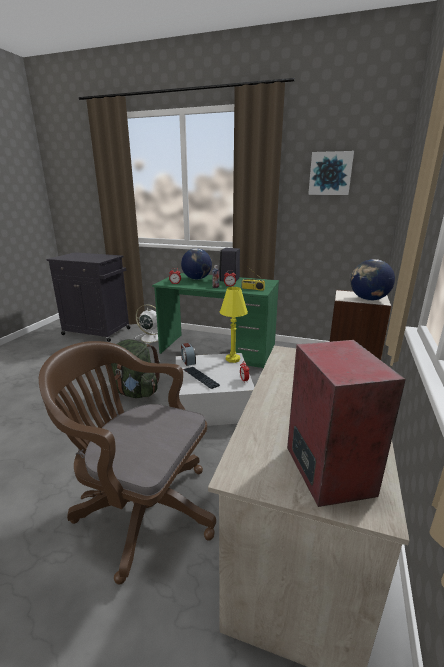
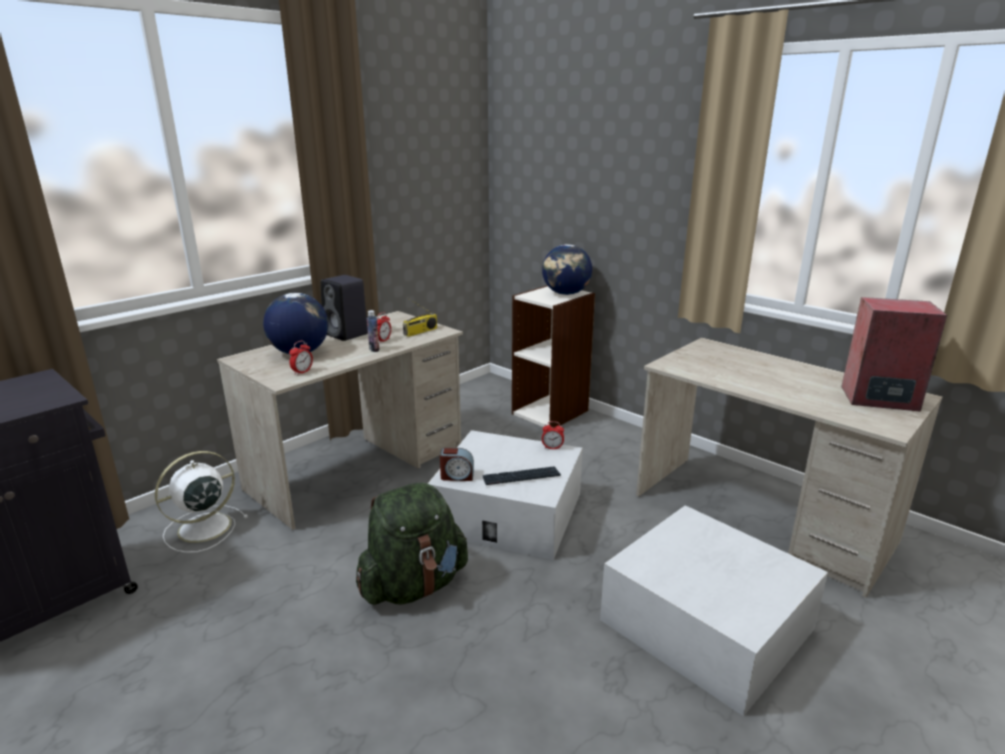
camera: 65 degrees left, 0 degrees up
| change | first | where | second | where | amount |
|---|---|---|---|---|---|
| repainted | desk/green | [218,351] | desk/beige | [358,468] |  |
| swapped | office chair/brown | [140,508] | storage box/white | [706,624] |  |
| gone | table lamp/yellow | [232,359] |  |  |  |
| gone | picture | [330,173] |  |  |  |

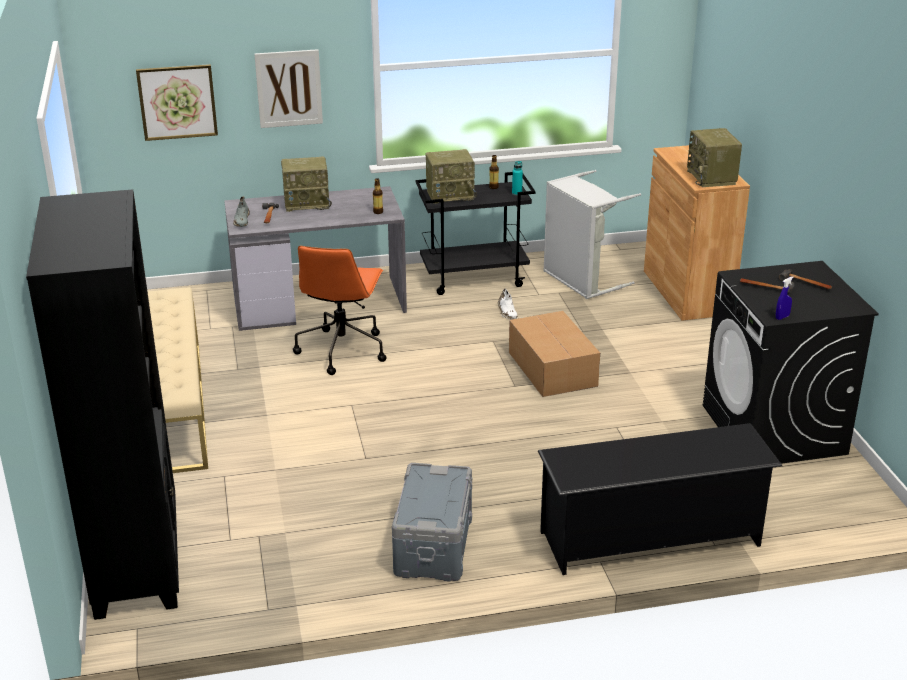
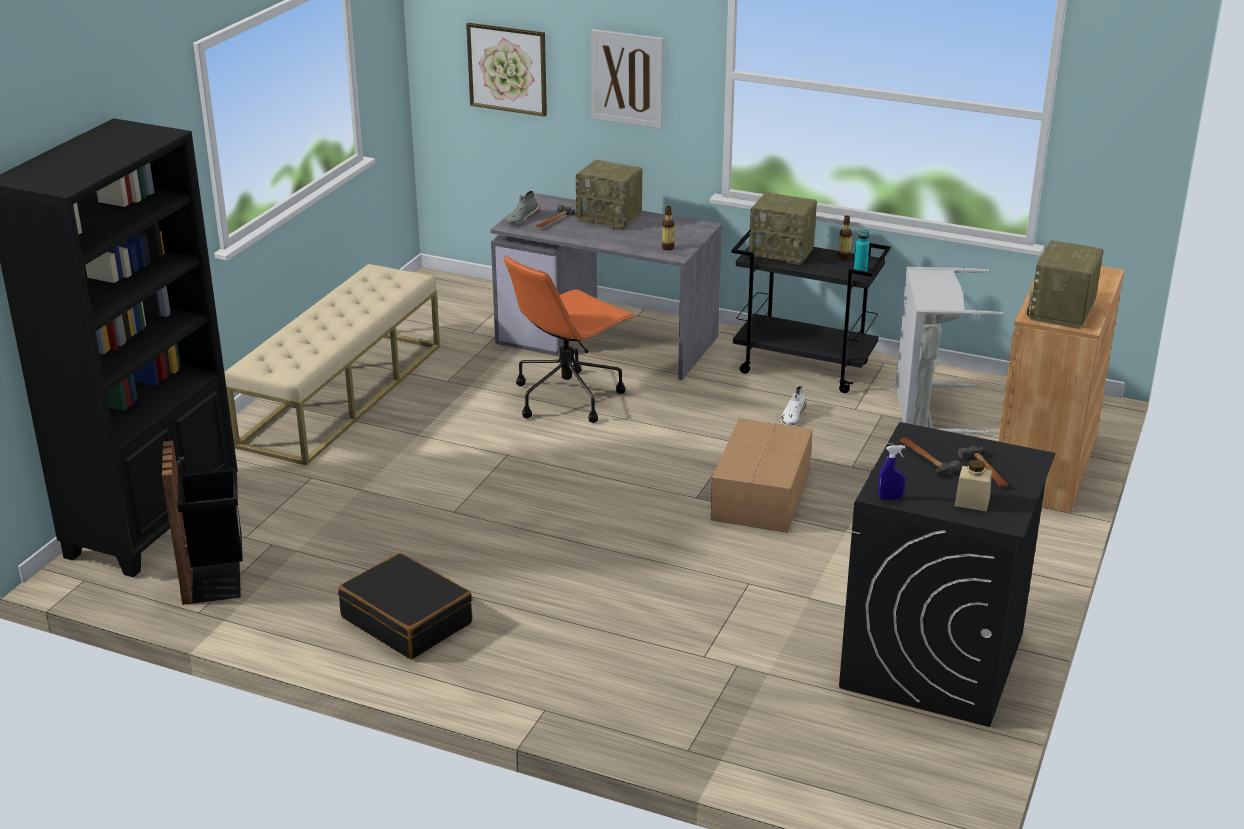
camera: 35 degrees right, 0 degrees up
| change | first | where | second | where | amount |
|---|---|---|---|---|---|
| new |  |  | trash can/black | [215,581] |  |
| swapped | storage box/grey | [432,545] | suitcase/black | [407,620] |  |
| new |  |  | jar/beige | [972,502] |  |
| gone | shoe rack/black | [651,539] |  |  |  |

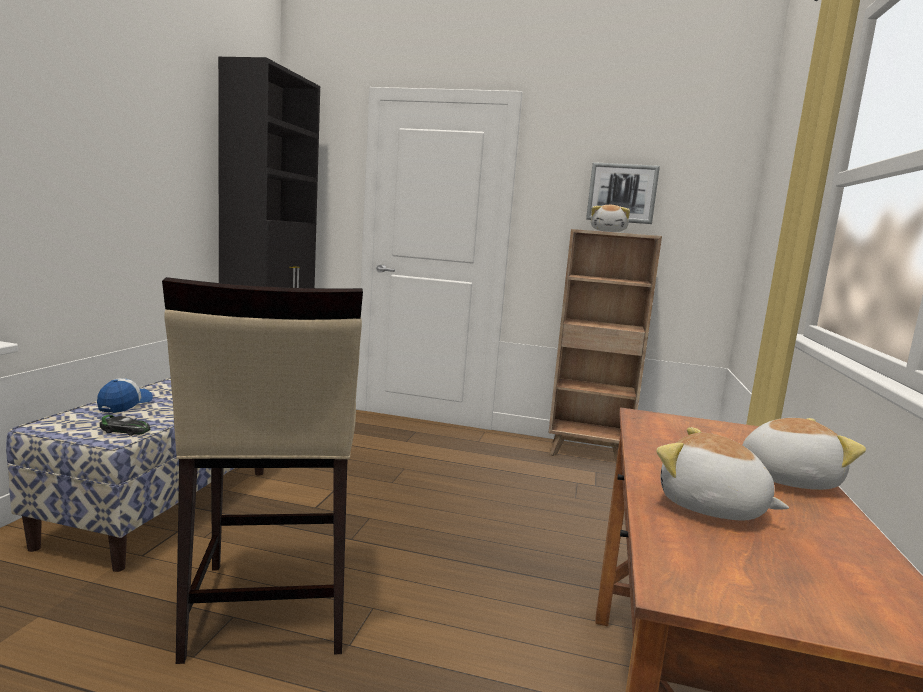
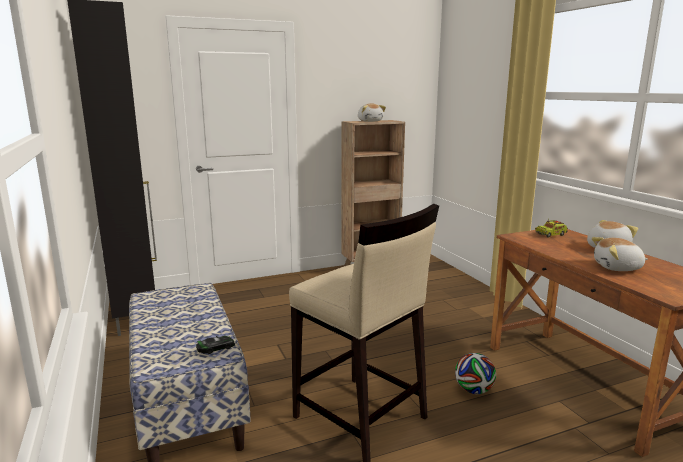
camera: 35 degrees left, 5 degrees up
| change | first | where | second | where | amount |
|---|---|---|---|---|---|
| new |  |  | football | [473,390] |  |
| new |  |  | toy truck | [550,234] |  |
| gone | cap | [125,404] |  |  |  |
| gone | picture | [622,193] |  |  |  |

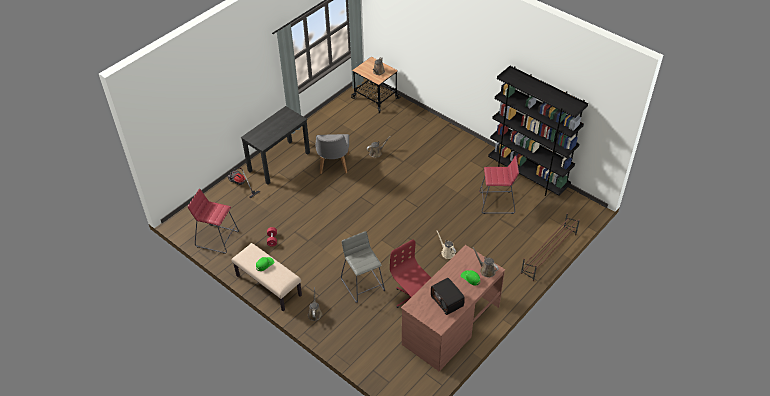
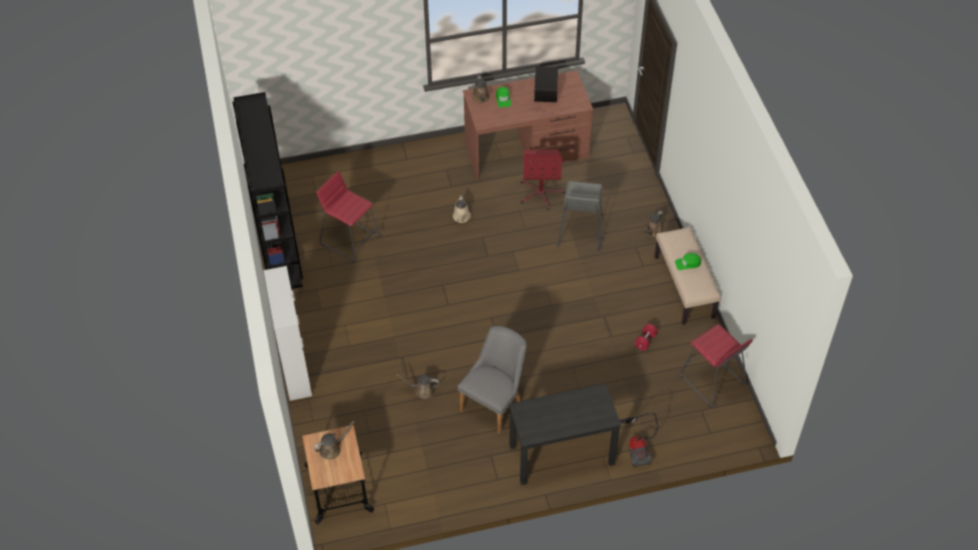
camera: 145 degrees left, 5 degrees up
| change | first | where | second | where | amount |
|---|---|---|---|---|---|
| new |  |  | cabinet | [295,369] |  |
| gone | shoe rack/brown | [548,253] |  |  |  |

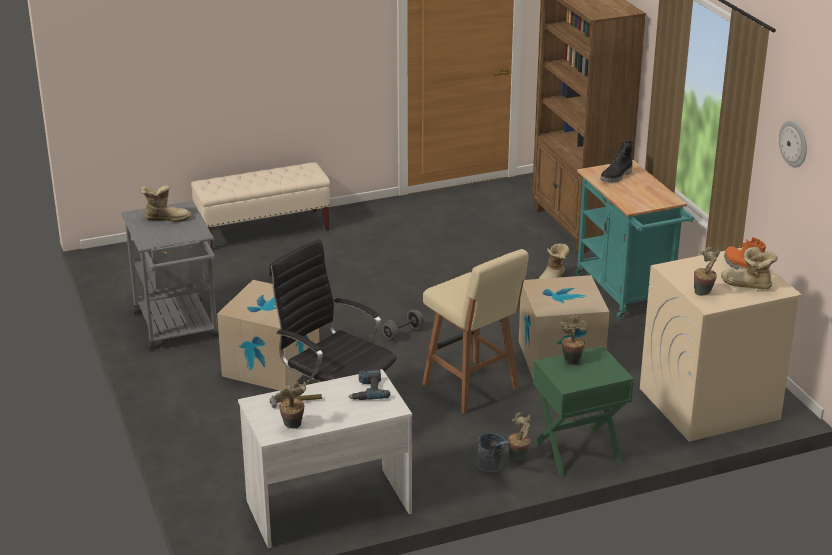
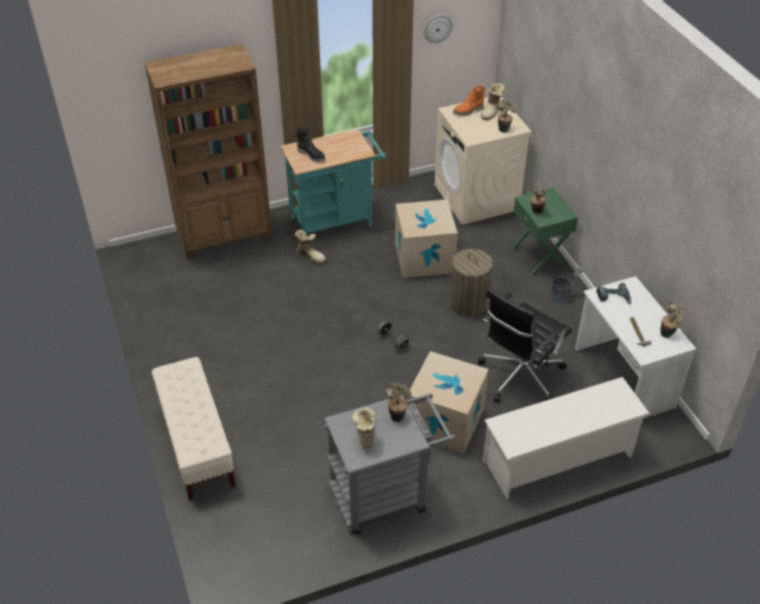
camera: 90 degrees left, 15 degrees up
| change | first | where | second | where | amount |
|---|---|---|---|---|---|
| shifted | potted plant | [519,457] |  | [397,415] |  |
| swapped | stool/beige | [472,388] | laundry basket | [468,303] |  |
| new |  |  | shoe rack/white | [558,459] |  |

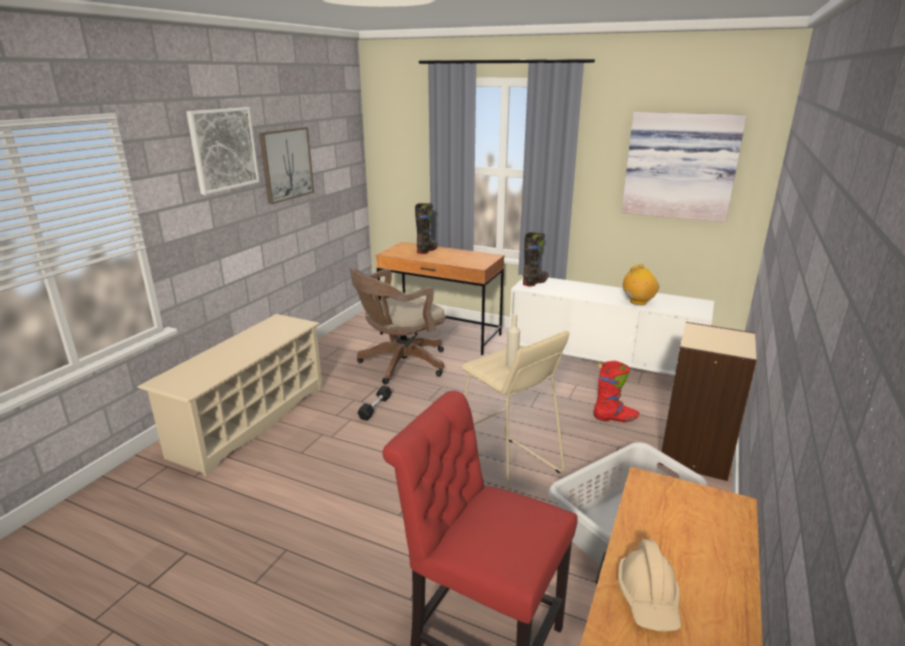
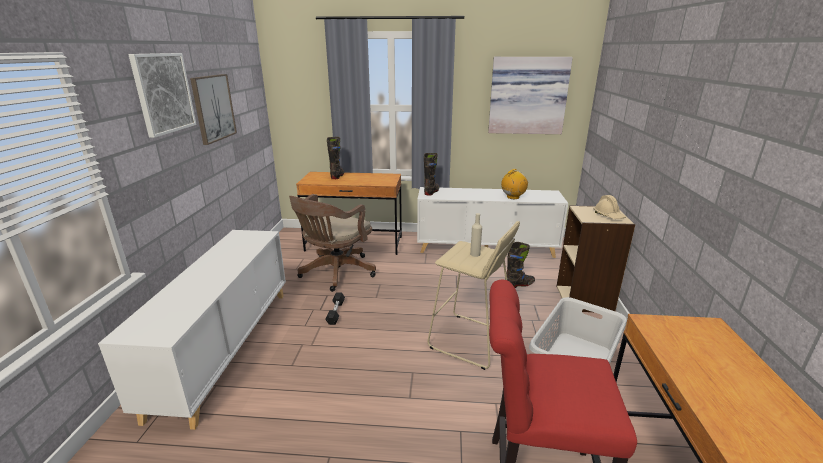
camera: 20 degrees left, 0 degrees up
| change | first | where | second | where | amount |
|---|---|---|---|---|---|
| swapped | shoe rack/beige | [250,420] | cabinet/white | [225,347] |  |
| repainted | boot/red | [615,418] | boot/black | [519,284] |  |
| shifted | hard hat/beige | [648,598] |  | [608,215] |  |

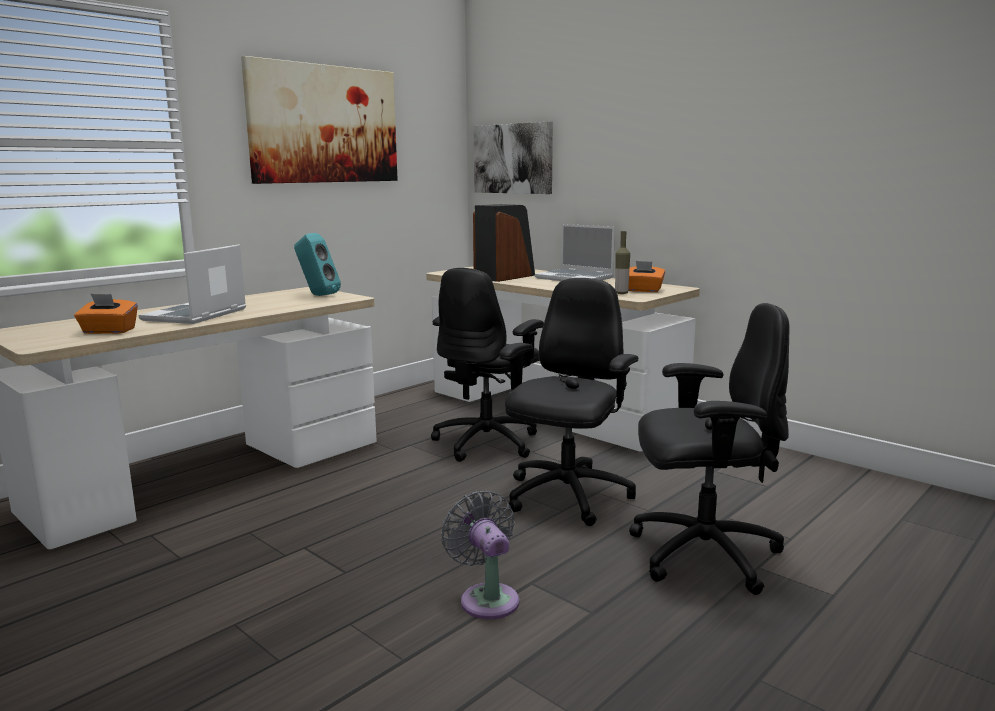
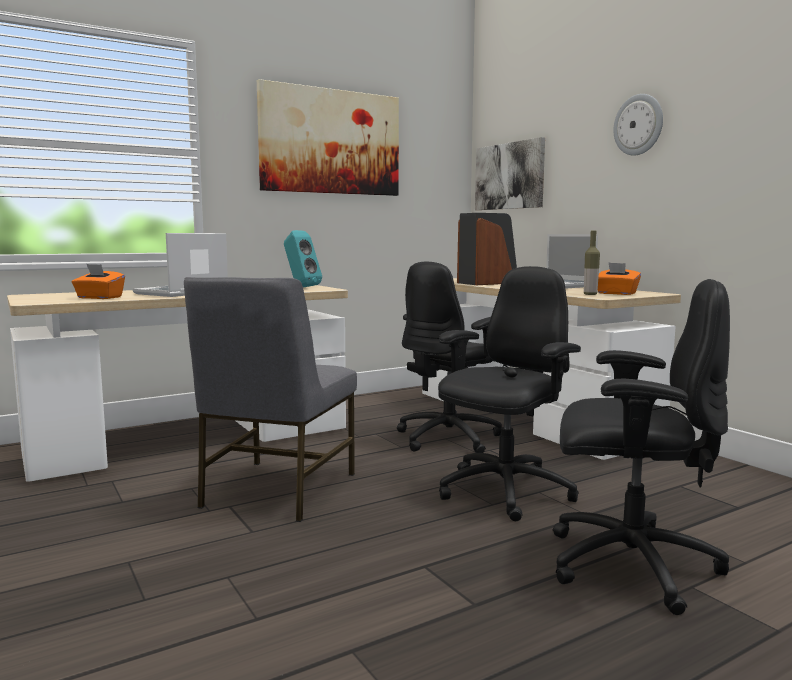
camera: 15 degrees right, 5 degrees down
| change | first | where | second | where | amount |
|---|---|---|---|---|---|
| new |  |  | chair/grey | [276,490] |  |
| new |  |  | wall clock | [638,125] |  |
| gone | fan/grey | [487,598] |  |  |  |

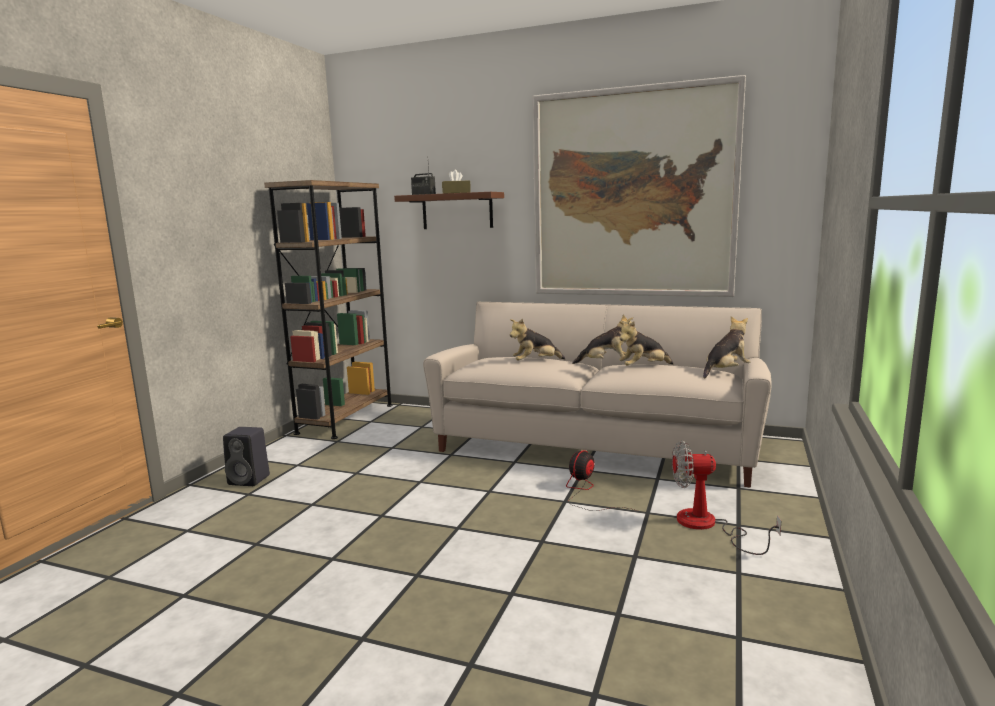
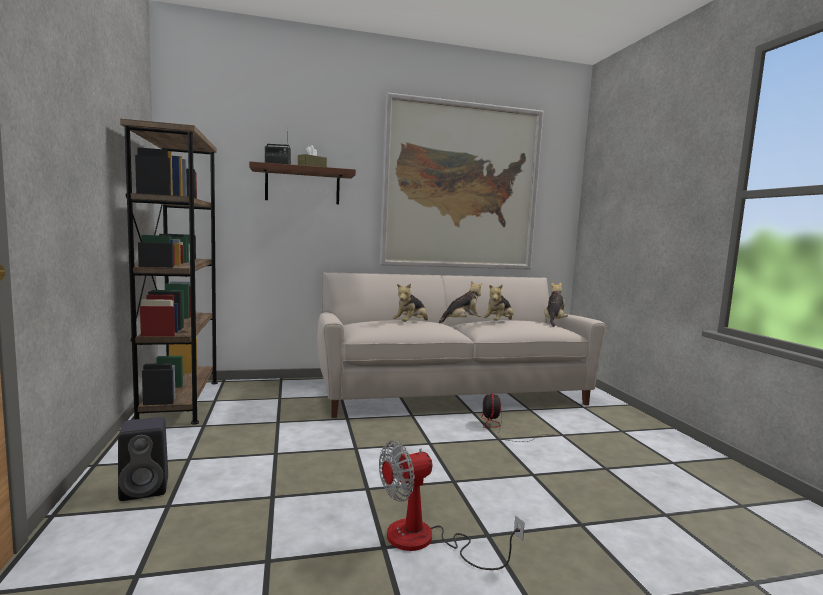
camera: 35 degrees left, 5 degrees down
| change | first | where | second | where | amount |
|---|---|---|---|---|---|
| shifted | fan | [707,526] |  | [426,541] |  |

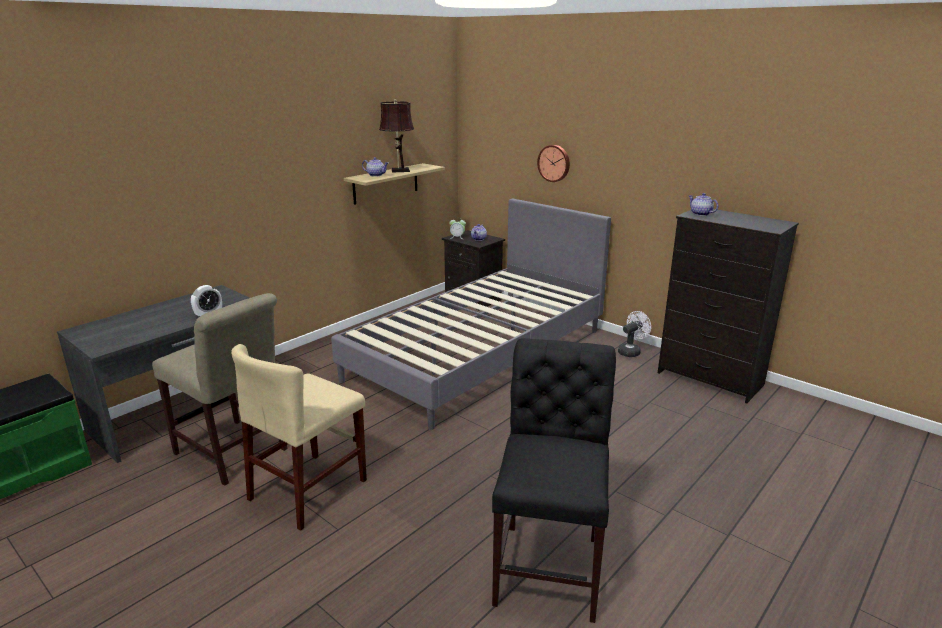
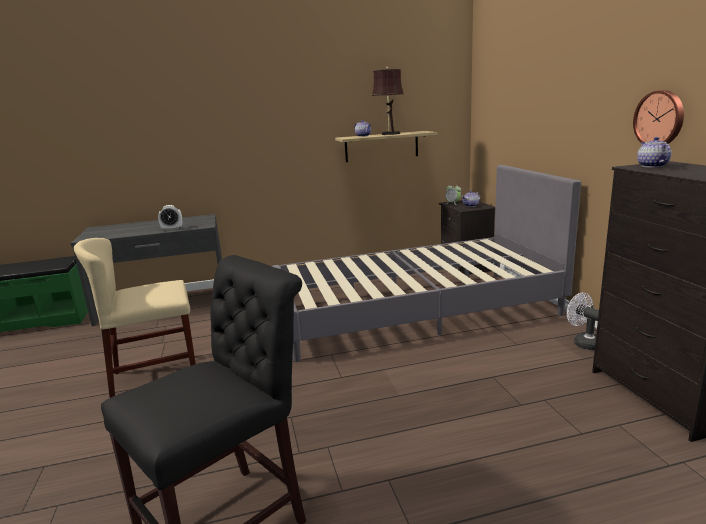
camera: 35 degrees right, 5 degrees down
| change | first | where | second | where | amount |
|---|---|---|---|---|---|
| rotated | fan/white | [631,351] |  | [583,342] | 120 degrees counterclockwise |
| shifted | wall clock | [554,163] |  | [660,119] |  |
| gone | chair/beige | [234,453] |  |  |  |

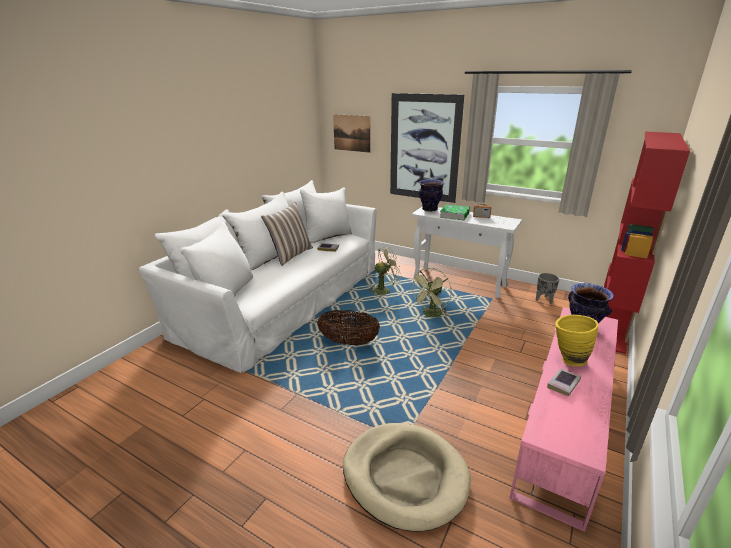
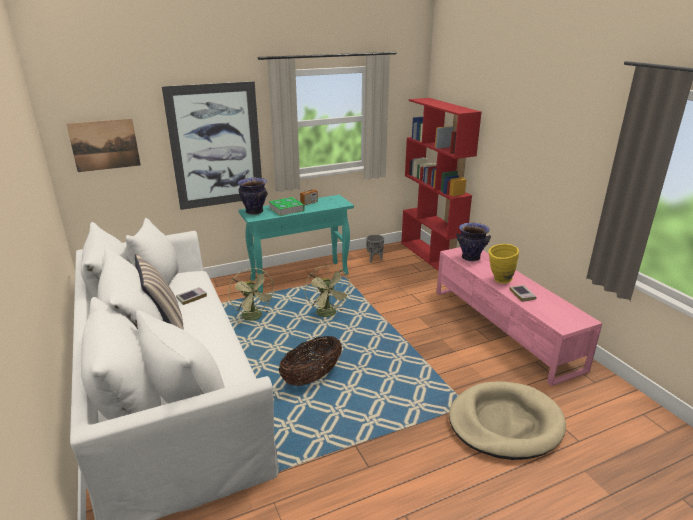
camera: 55 degrees left, 0 degrees up
| change | first | where | second | where | amount |
|---|---|---|---|---|---|
| rotated | fan/green | [384,290] |  | [254,317] | 135 degrees clockwise |
| repainted | console table/white | [459,282] | console table/turquoise | [300,276] |  |

